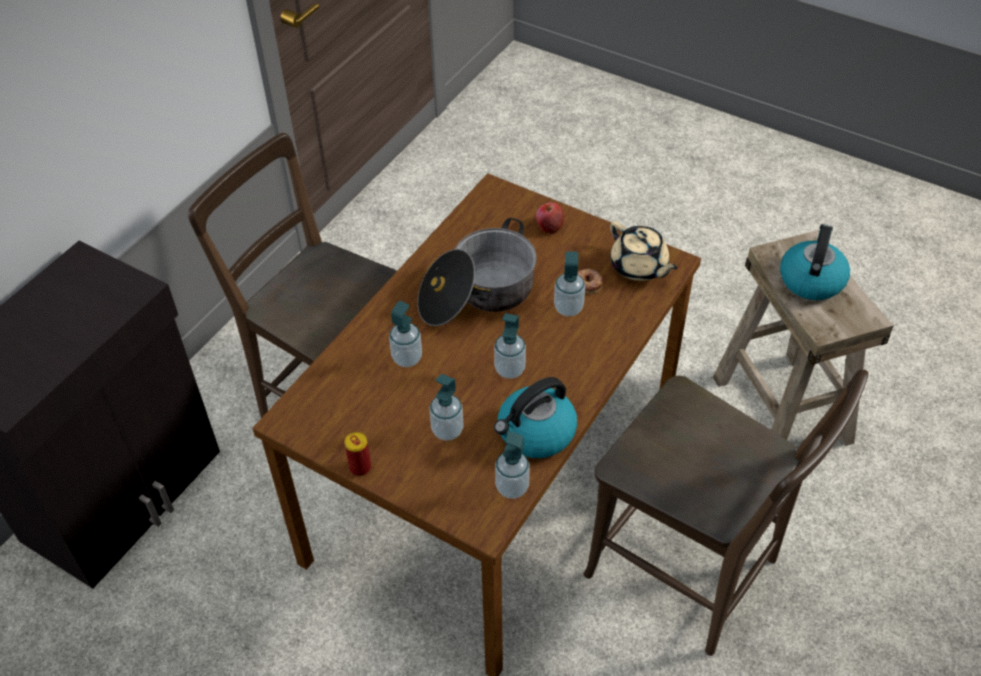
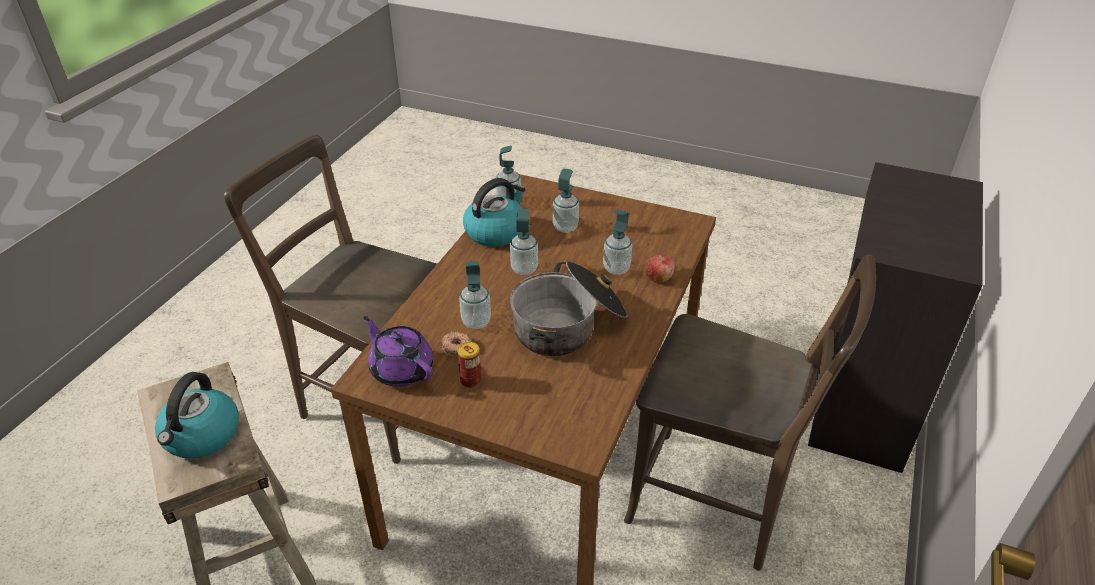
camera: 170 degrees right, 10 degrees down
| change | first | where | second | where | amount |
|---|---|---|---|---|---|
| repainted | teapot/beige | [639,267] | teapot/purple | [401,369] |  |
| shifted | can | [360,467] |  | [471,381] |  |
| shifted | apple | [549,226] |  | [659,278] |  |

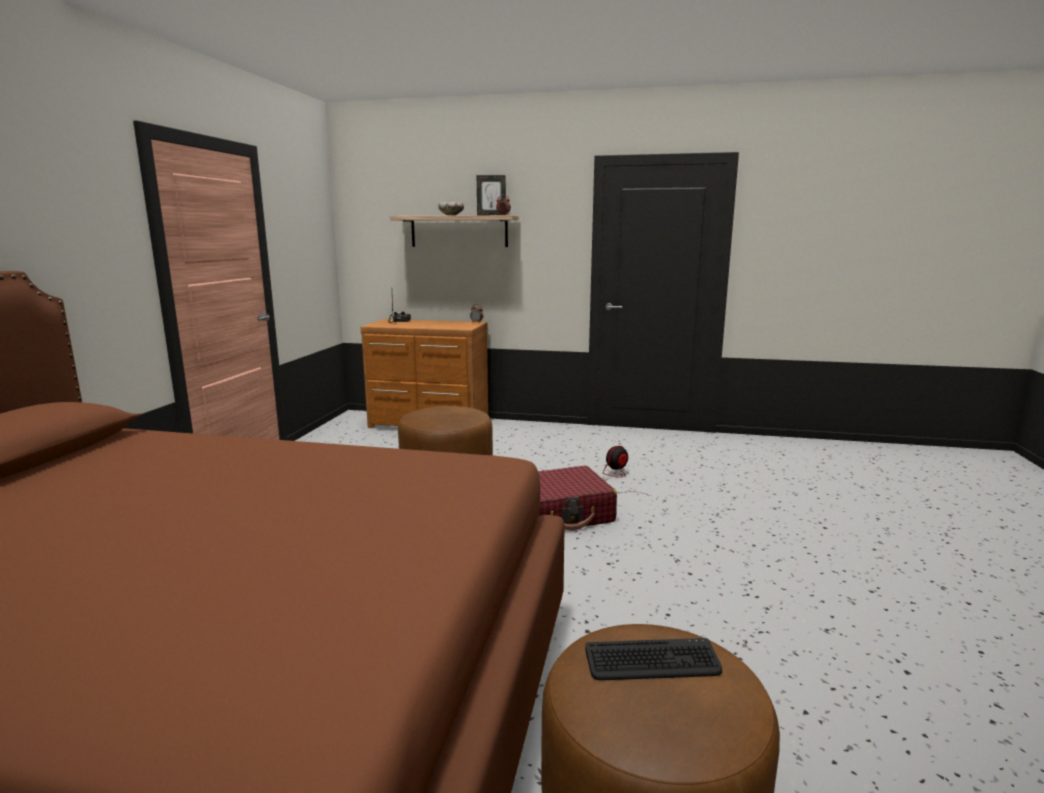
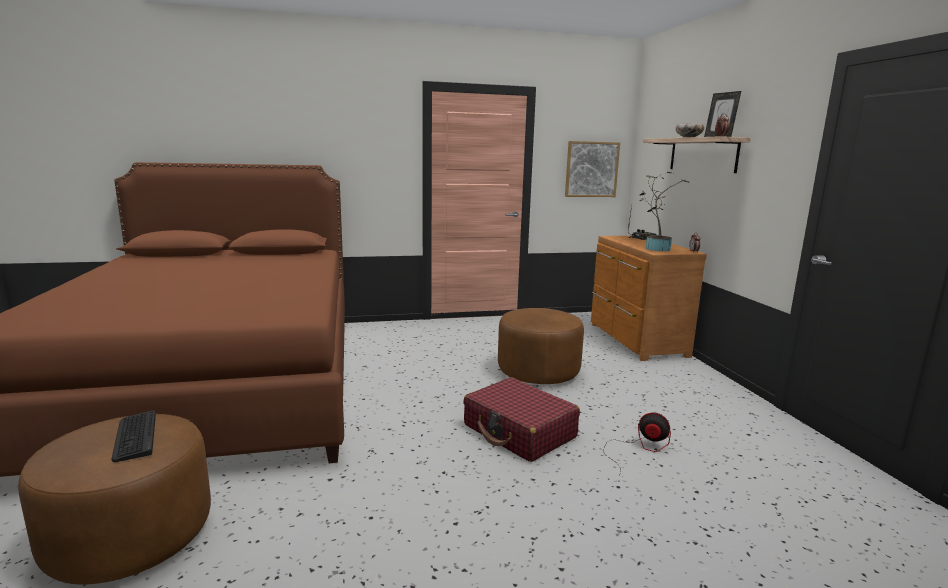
camera: 65 degrees right, 0 degrees up
| change | first | where | second | where | amount |
|---|---|---|---|---|---|
| new |  |  | picture | [591,169] |  |
| new |  |  | potted plant | [655,248] |  |

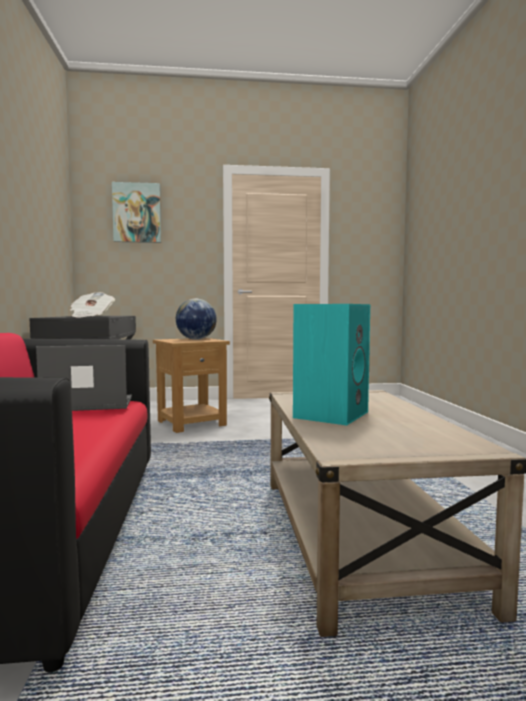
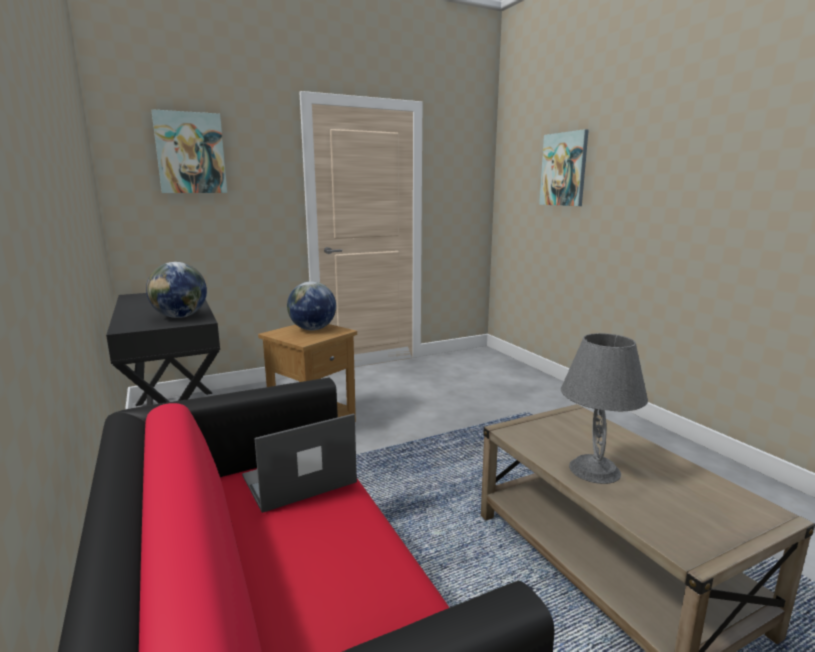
camera: 20 degrees left, 10 degrees up
| change | first | where | second | where | amount |
|---|---|---|---|---|---|
| swapped | newspaper | [91,317] | globe | [180,317] |  |
| new |  |  | picture | [564,169] |  |
| swapped | speaker/turquoise | [330,414] | table lamp/grey | [594,469] |  |

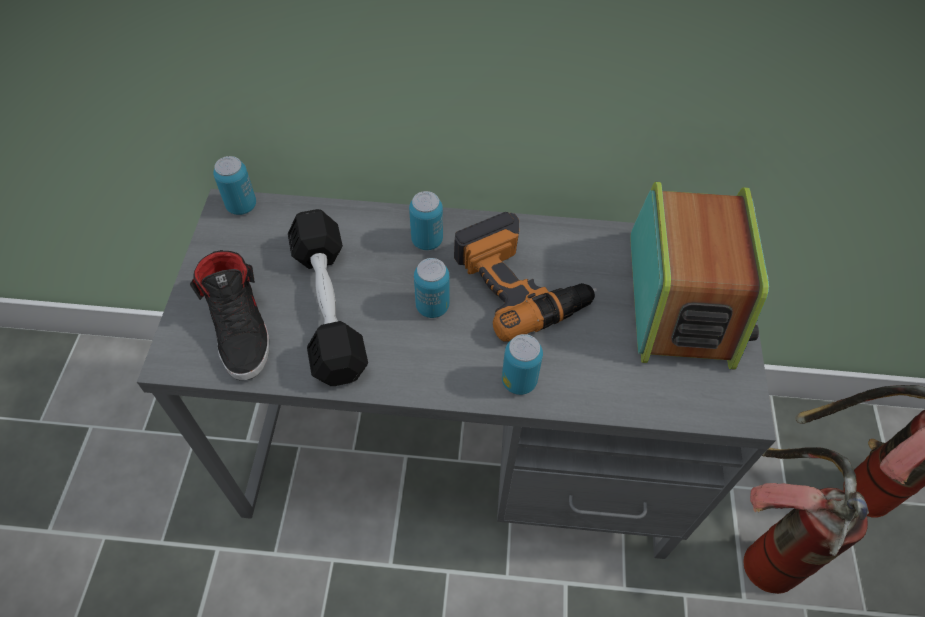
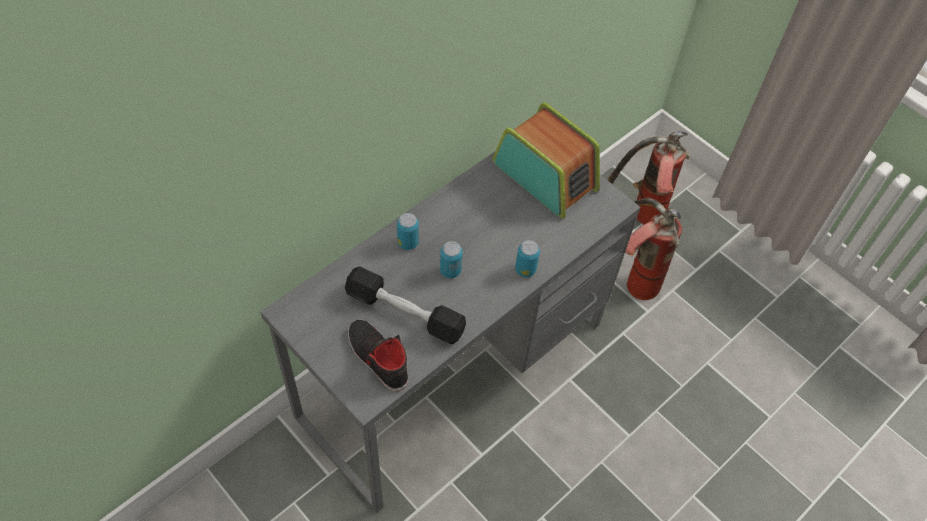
camera: 50 degrees left, 0 degrees up
| change | first | where | second | where | amount |
|---|---|---|---|---|---|
| rotated | shoe/black | [241,326] |  | [377,358] | 150 degrees counterclockwise |
| gone | can | [241,206] |  |  |  |
| gone | power drill | [520,283] |  |  |  |

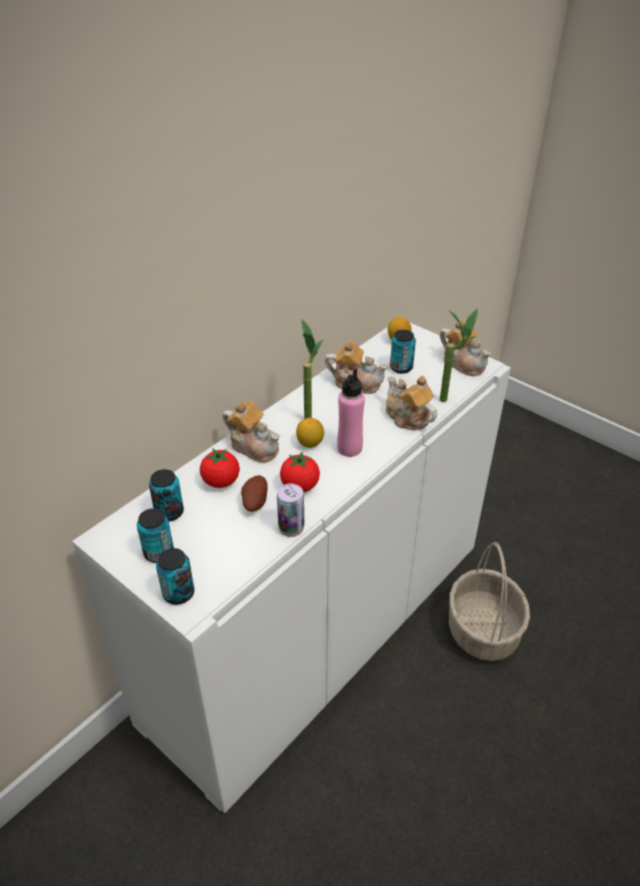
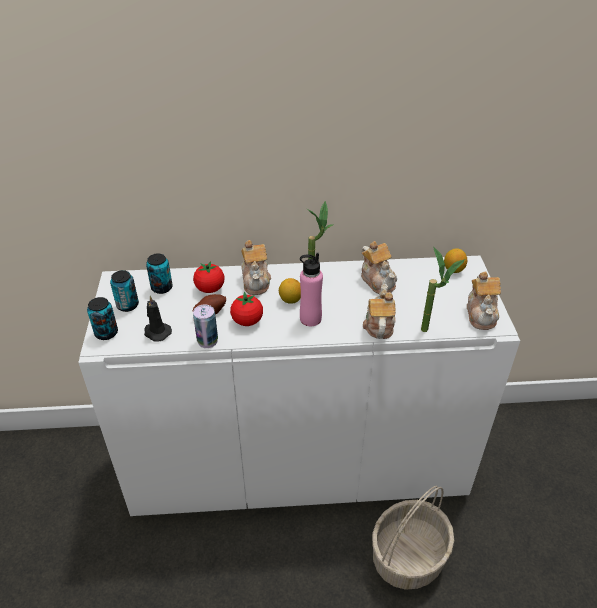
camera: 45 degrees right, 0 degrees up
| change | first | where | second | where | amount |
|---|---|---|---|---|---|
| new |  |  | candle/black | [156,332] |  |
| gone | can | [401,368] |  |  |  |

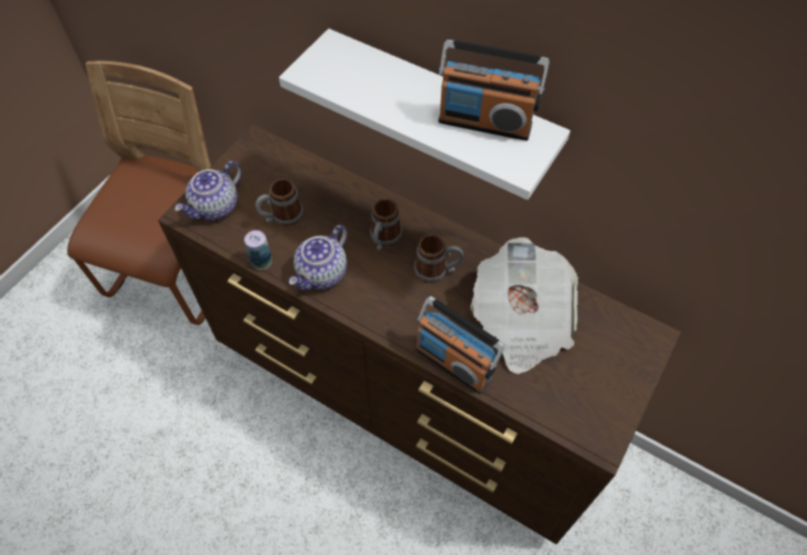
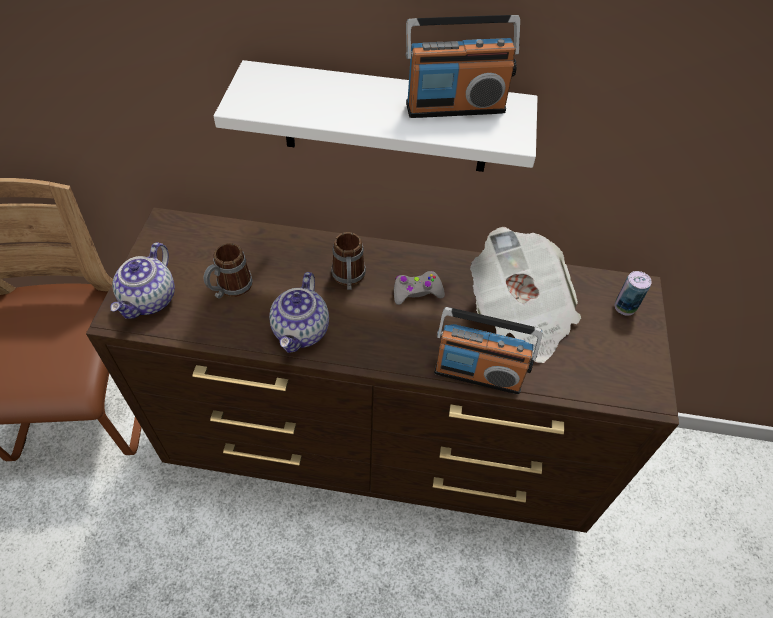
camera: 25 degrees left, 5 degrees down
| change | first | where | second | where | amount |
|---|---|---|---|---|---|
| swapped | mug | [437,270] | game controller/grey | [416,292] |  |
| shifted | can | [262,261] |  | [625,307] |  |

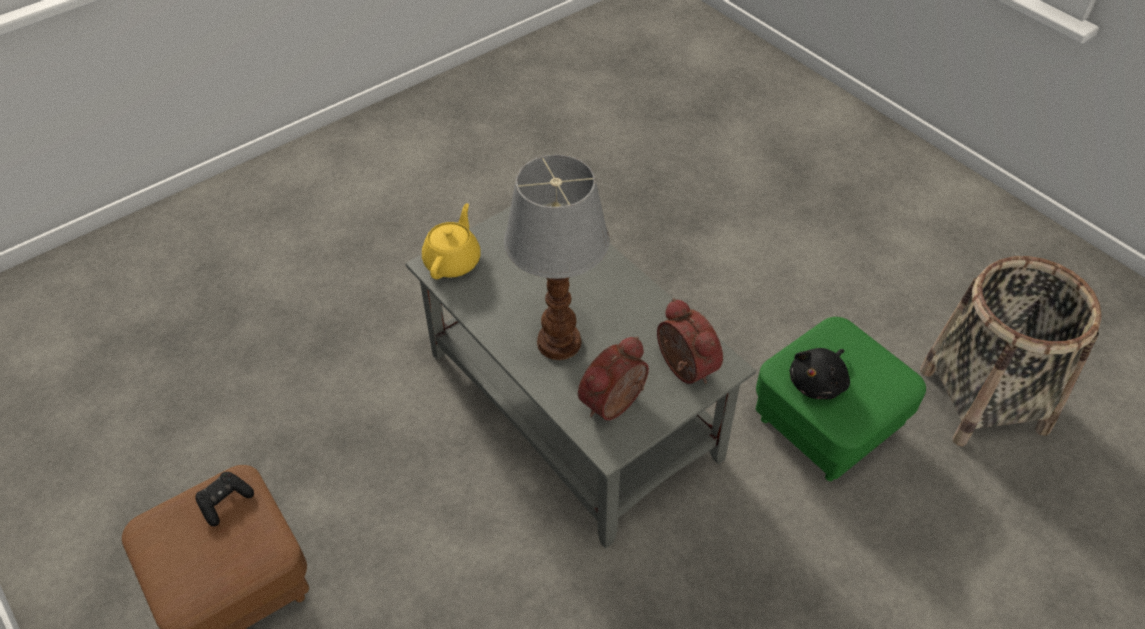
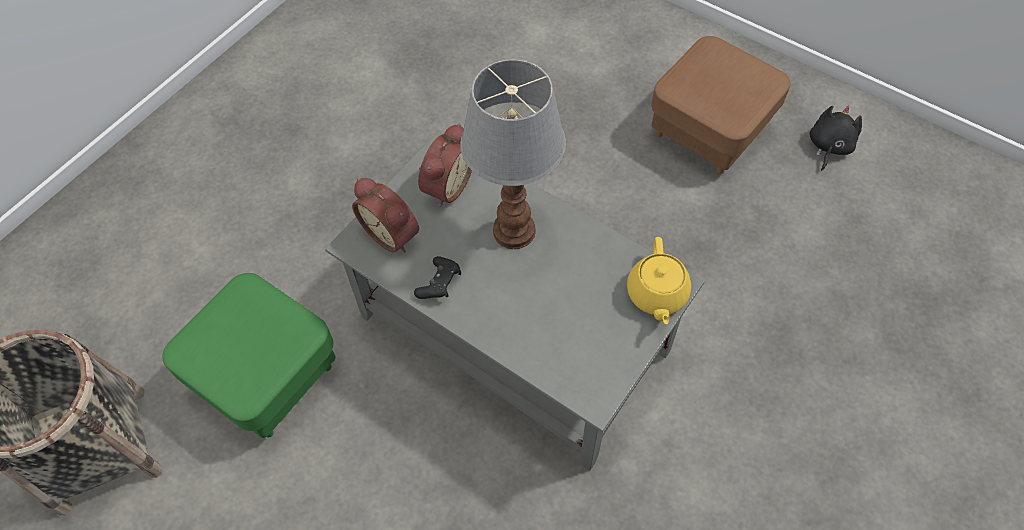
camera: 165 degrees right, 10 degrees up
| change | first | where | second | where | amount |
|---|---|---|---|---|---|
| shifted | game controller/black | [225,502] |  | [439,284] |  |
| shifted | plush toy/black | [818,383] |  | [828,146] |  |

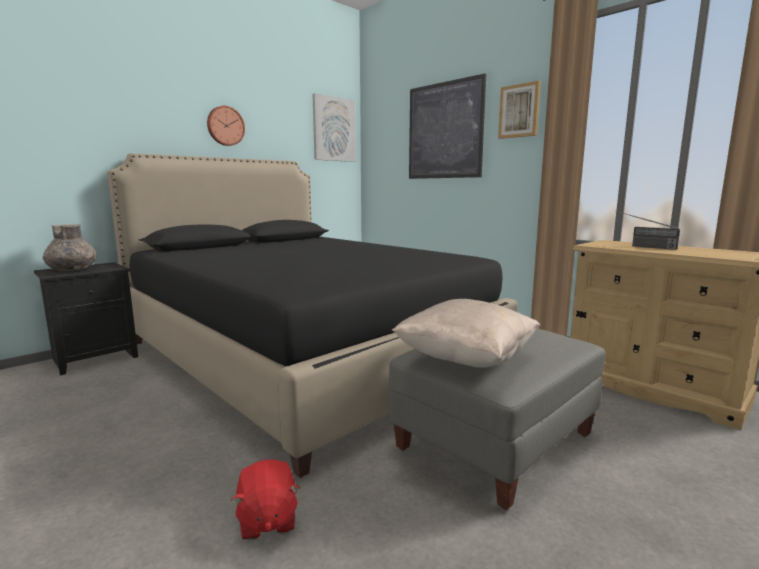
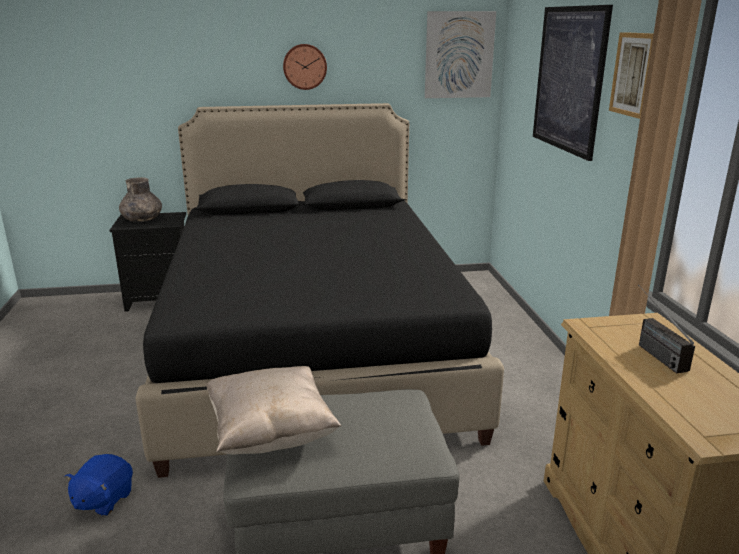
camera: 35 degrees right, 10 degrees up
| change | first | where | second | where | amount |
|---|---|---|---|---|---|
| repainted | plush toy/red | [267,520] | plush toy/blue | [103,500] |  |

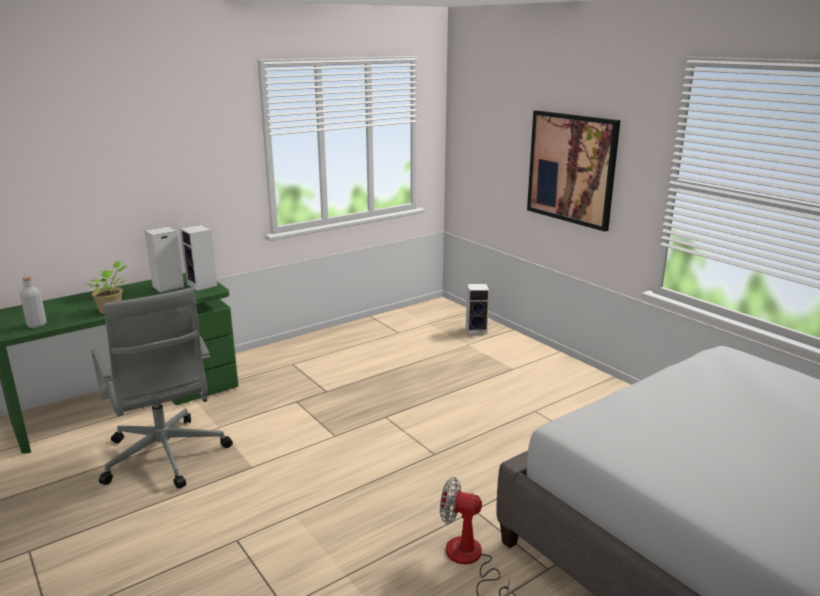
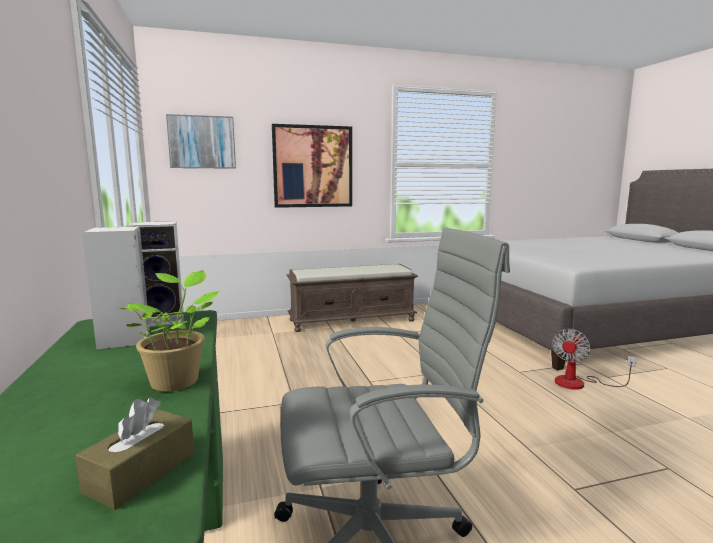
camera: 70 degrees left, 10 degrees down
| change | first | where | second | where | amount |
|---|---|---|---|---|---|
| swapped | bottle/grey | [37,325] | tissue box/brown | [141,472] |  |
| new |  |  | picture | [202,142] |  |
| new |  |  | bench/brown | [352,320] |  |
| gone | speaker | [477,330] |  |  |  |

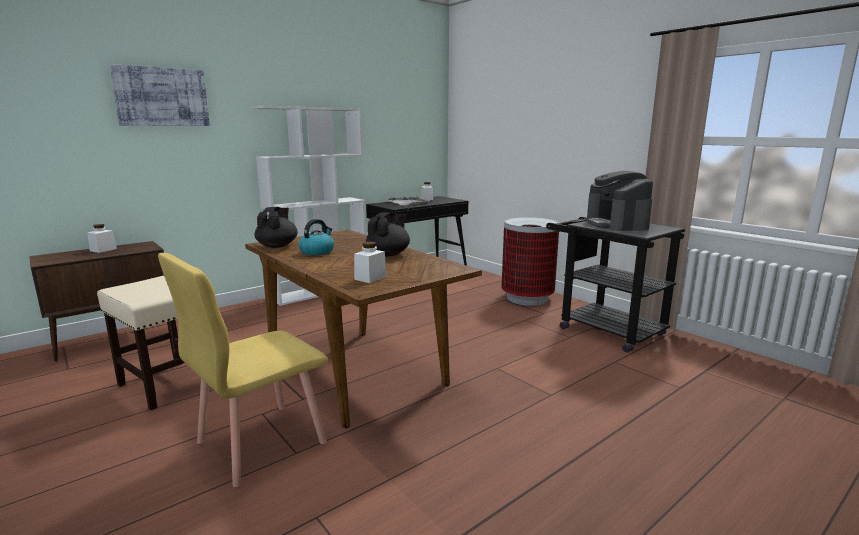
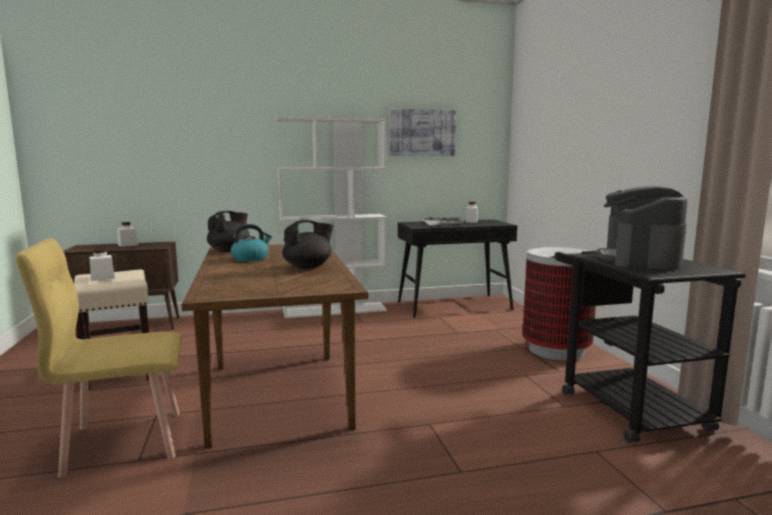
camera: 25 degrees right, 5 degrees down
| change | first | where | second | where | amount |
|---|---|---|---|---|---|
| shifted | jar/white | [370,278] |  | [102,278] |  |
| shifted | picture | [162,97] |  | [422,132] |  |

